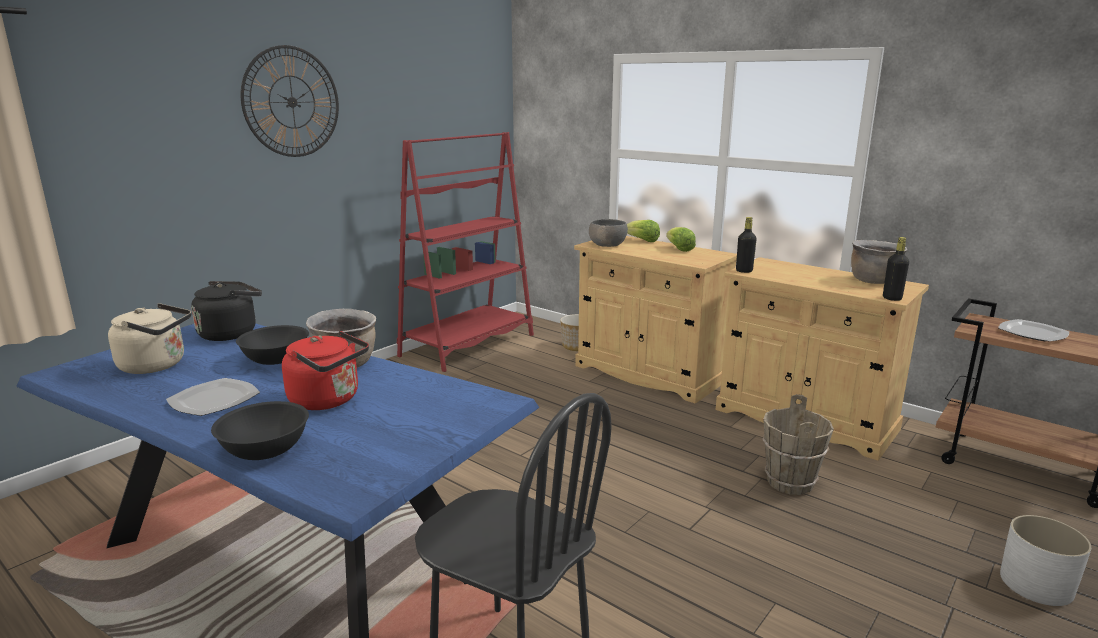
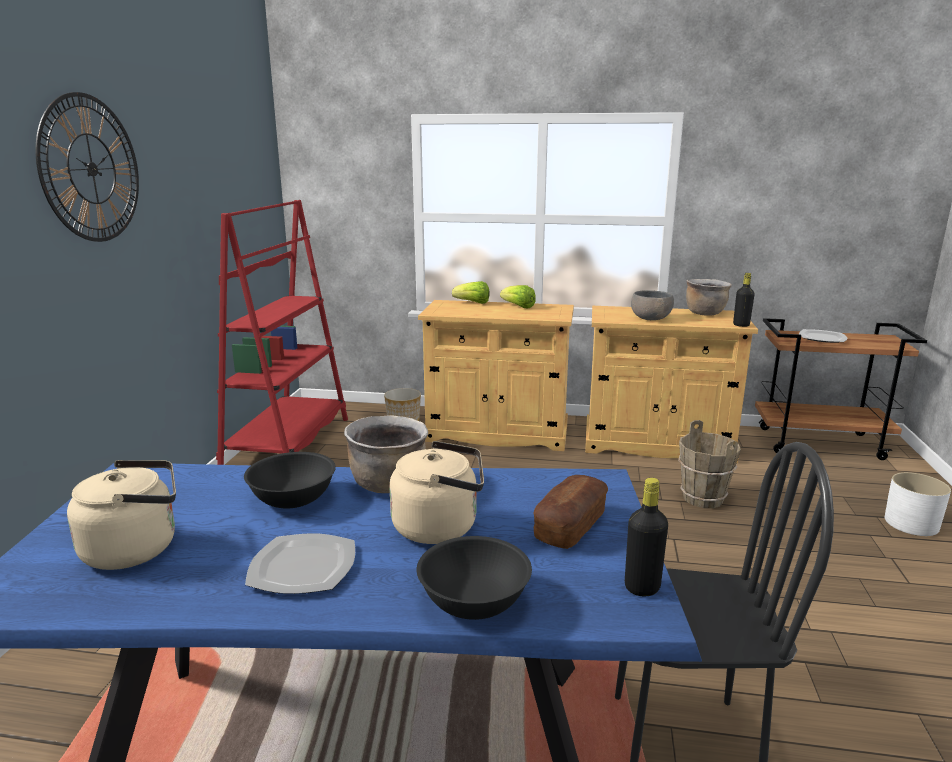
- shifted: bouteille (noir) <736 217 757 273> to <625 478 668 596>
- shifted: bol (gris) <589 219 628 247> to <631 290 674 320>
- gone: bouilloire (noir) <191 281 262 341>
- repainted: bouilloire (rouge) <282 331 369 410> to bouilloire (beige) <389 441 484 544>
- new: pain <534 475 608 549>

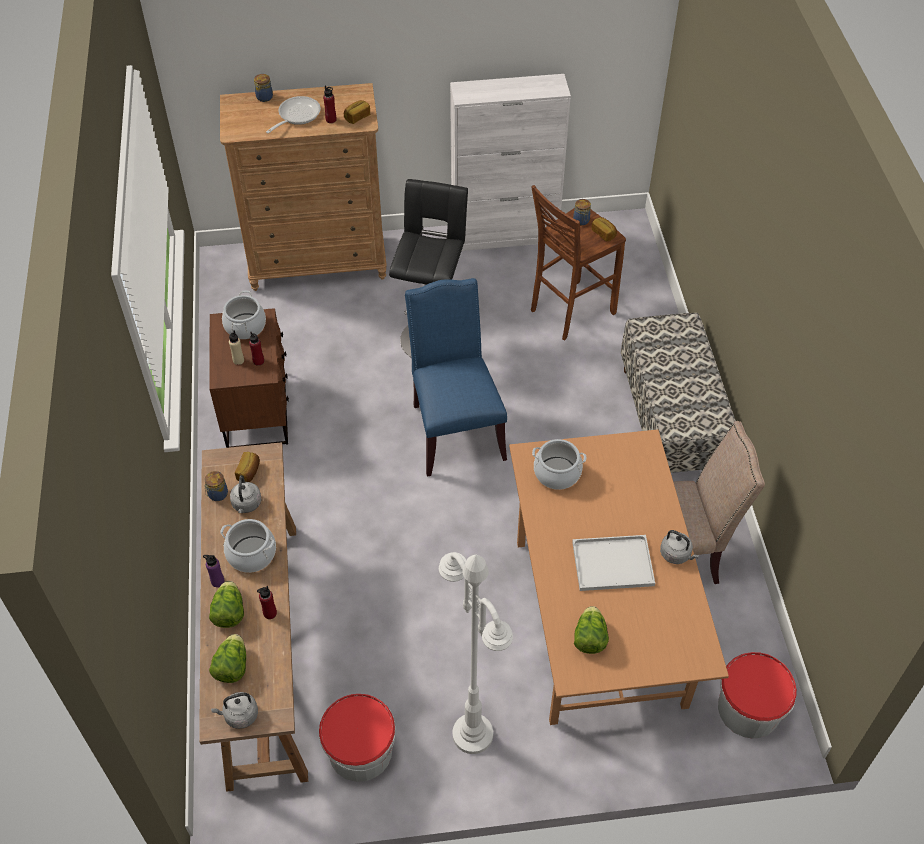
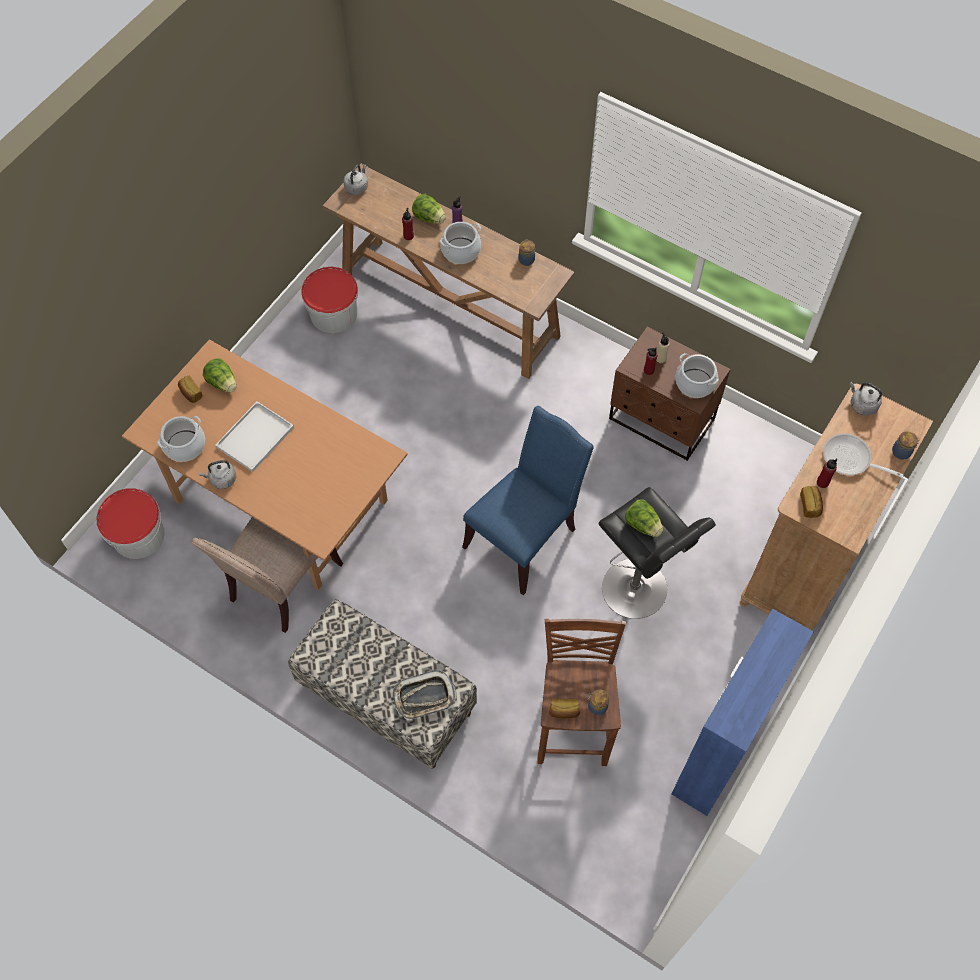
- repainted: meuble de rangement (blanc) <450 74 571 251> to meuble de rangement (bleu) <671 609 814 816>
- rotated: poêle <266 96 321 133> = <823 433 903 478> 135 degrees clockwise
- rotated: chaise (bleu) <405 278 507 477> = <462 406 594 595> 75 degrees counterclockwise
- shifted: marmite <532 439 586 490> to <157 416 205 462>
- shifted: pain <235 452 260 482> to <178 376 203 403>
- shifted: bouilloire (gris) <230 475 261 513> to <850 382 882 416>
- gone: lampadaire (blanc) <439 552 513 754>
- shifted: laitue <209 634 246 683> to <625 499 663 537>
- new: plateau <393 670 457 721>

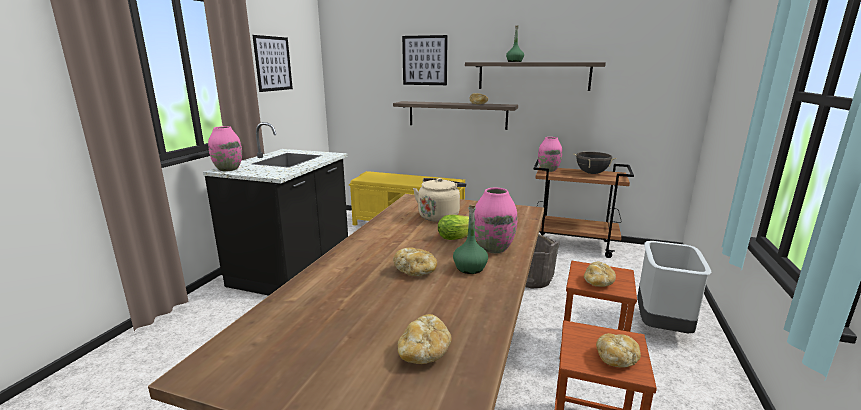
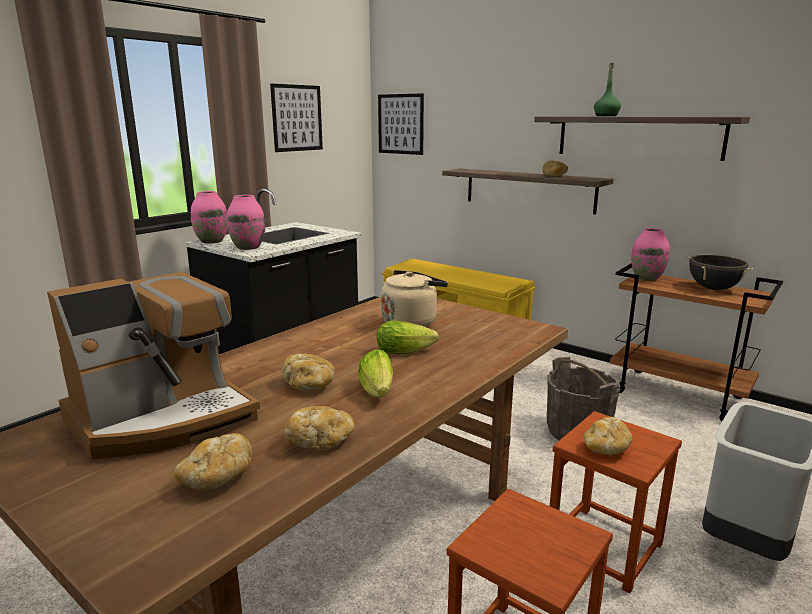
- shifted: tableau <402 35 448 85> to <378 93 424 155>
- shifted: vase (rose) <475 188 517 253> to <227 195 265 250>
- swapped: bouteille (vert) <453 205 488 274> to laitue <358 349 393 397>
- shifted: pain <596 333 641 368> to <284 406 355 450>
- new: machine à café <47 272 260 459>

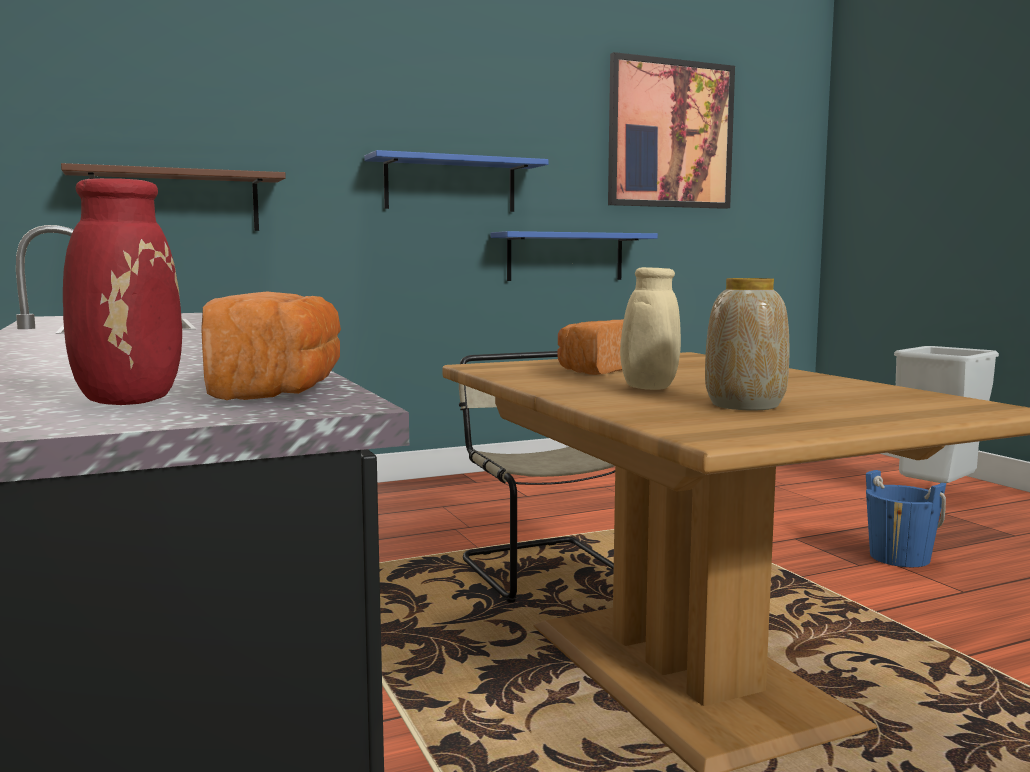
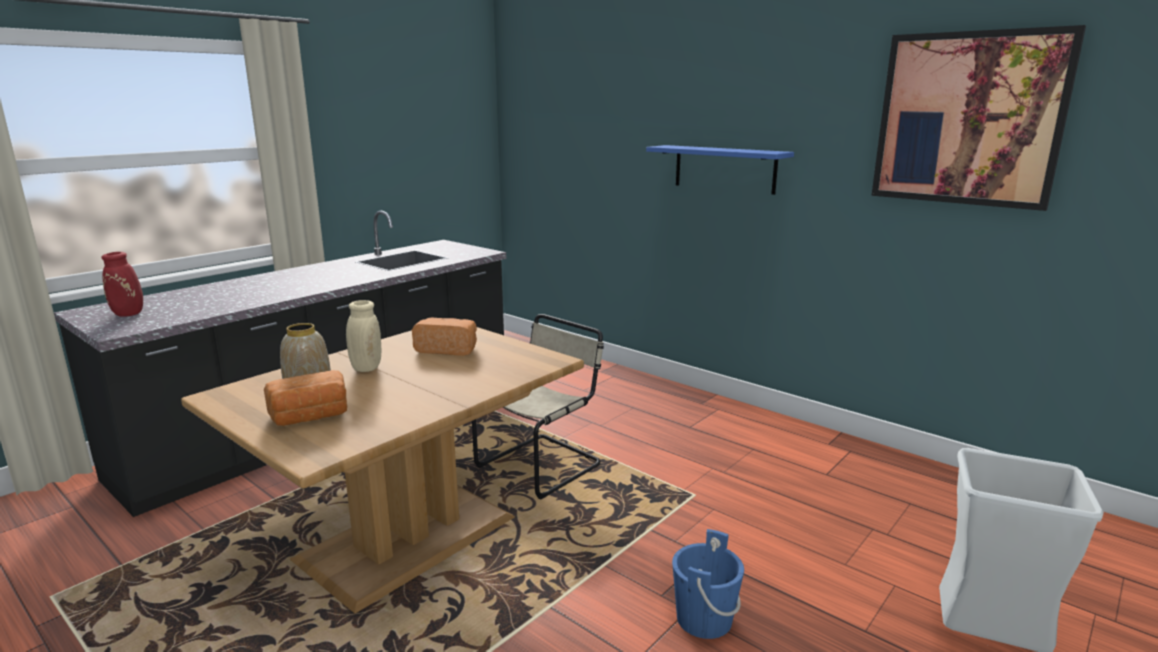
- gone: étagère (marron) <61 163 286 231>
- gone: étagère (bleu) <490 231 658 281>
- shifted: pain <201 292 341 400> to <264 370 347 426>

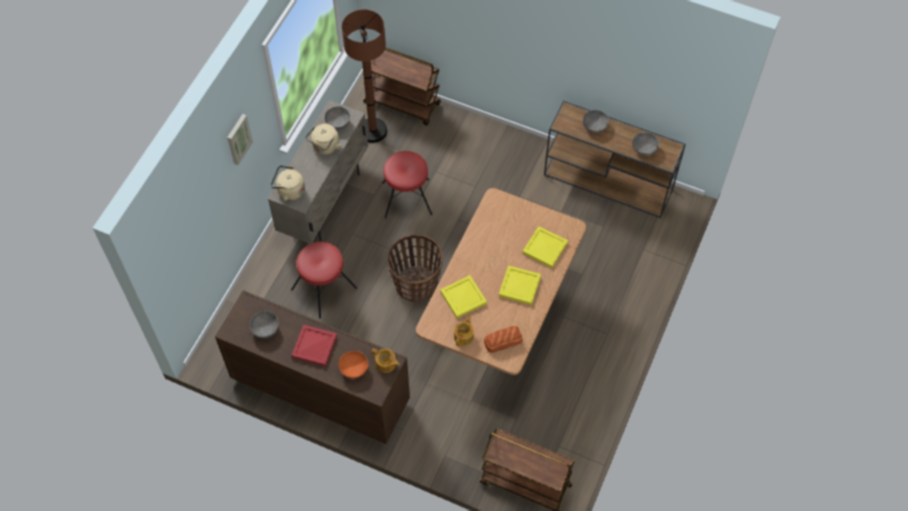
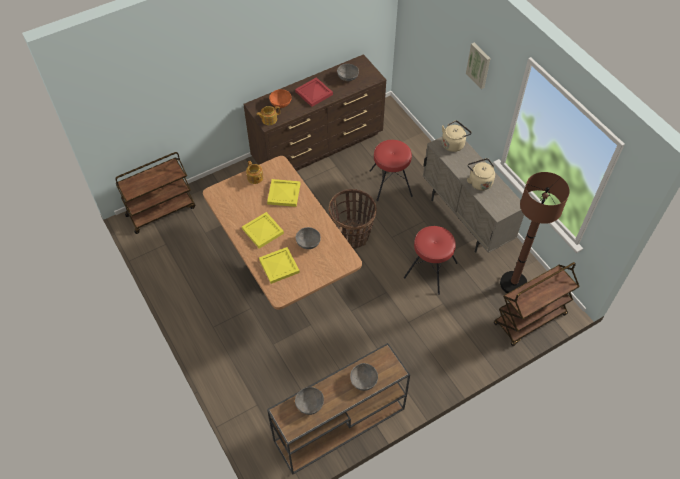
- shifted: bol (gris) <324 106 350 130> to <296 227 321 249>
- gone: pain <484 326 523 353>

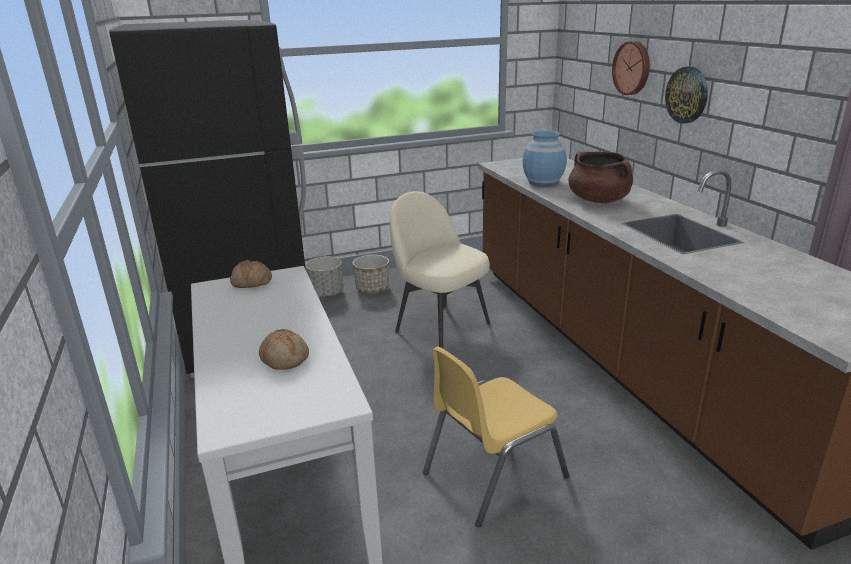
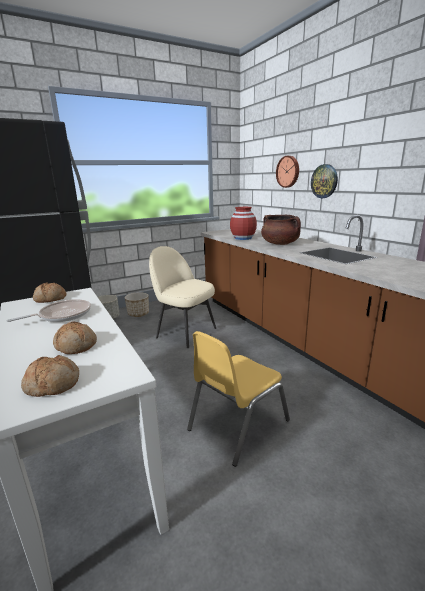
- repainted: vase (bleu) <522 131 567 187> to vase (rouge) <230 207 257 240>
- new: poêle <7 299 91 322>
- new: pain <21 355 79 397>

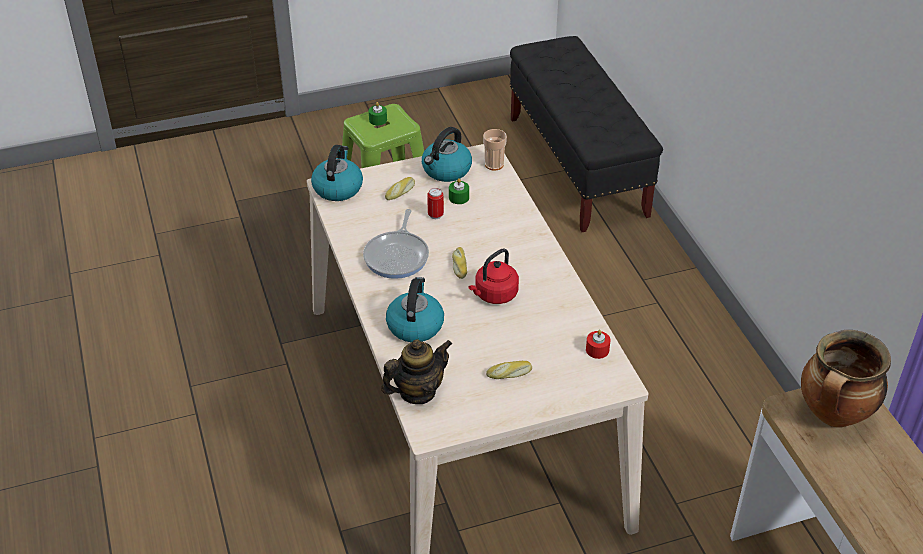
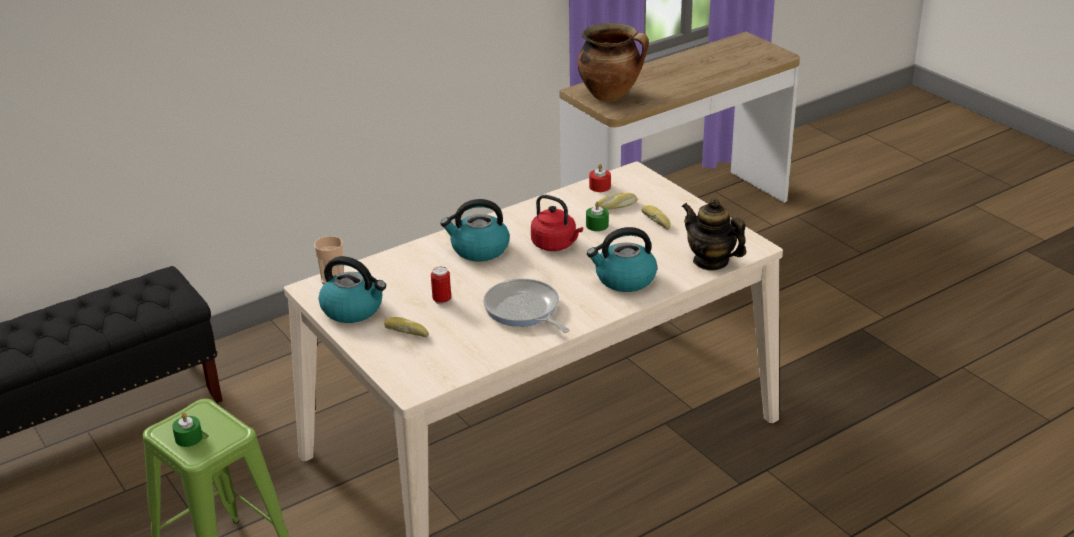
- shifted: bouilloire <311 145 363 201> to <440 199 510 261>
- shifted: bougie (vert) <449 178 469 204> to <586 202 609 231>
- rotated: poêle <363 209 429 279> = <483 279 570 333> 120 degrees counterclockwise
- shifted: pain <452 247 467 279> to <598 193 637 210>

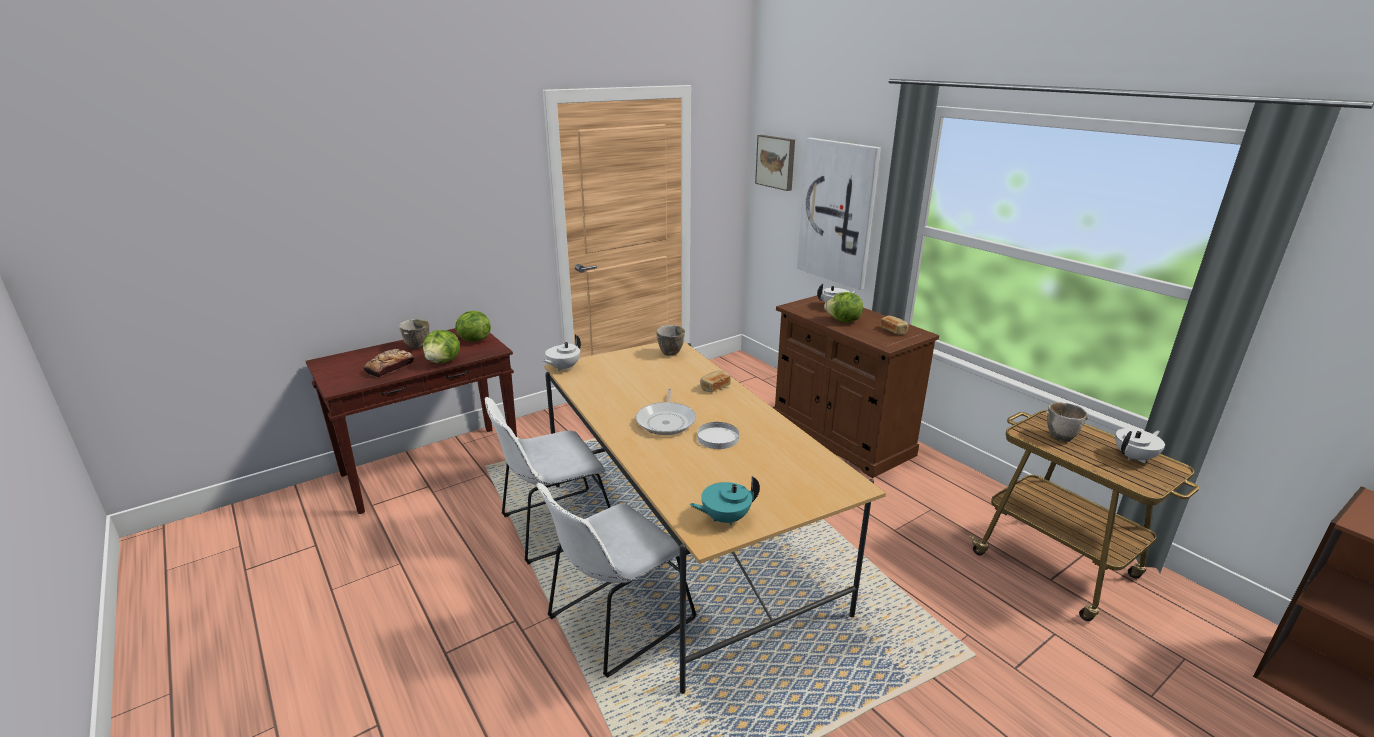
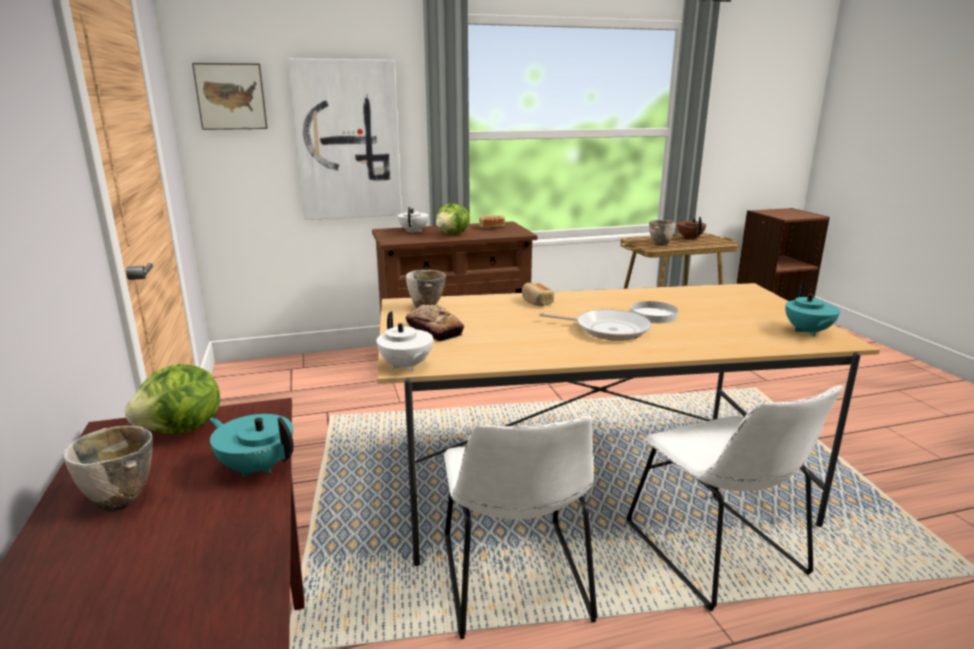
- swapped: laitue <423 330 460 363> to théière (turquoise) <210 414 294 477>
- shifted: pain <363 349 414 378> to <406 304 464 341>
- repainted: théière (blanc) <1115 428 1165 463> to théière (marron) <677 217 706 240>

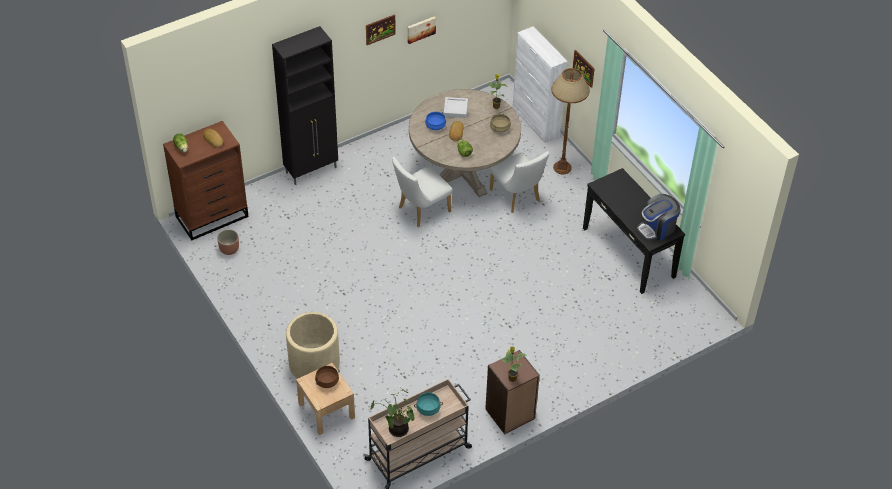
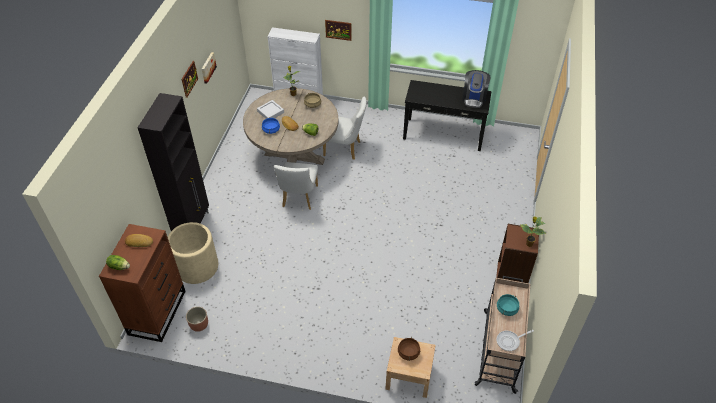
- gone: lampadaire (marron) <551 68 590 174>
- shifted: cache-pot (beige) <286 312 340 379> to <168 222 218 284>
- swapped: plante en pot <370 388 415 437> to poêle <497 330 534 351>

